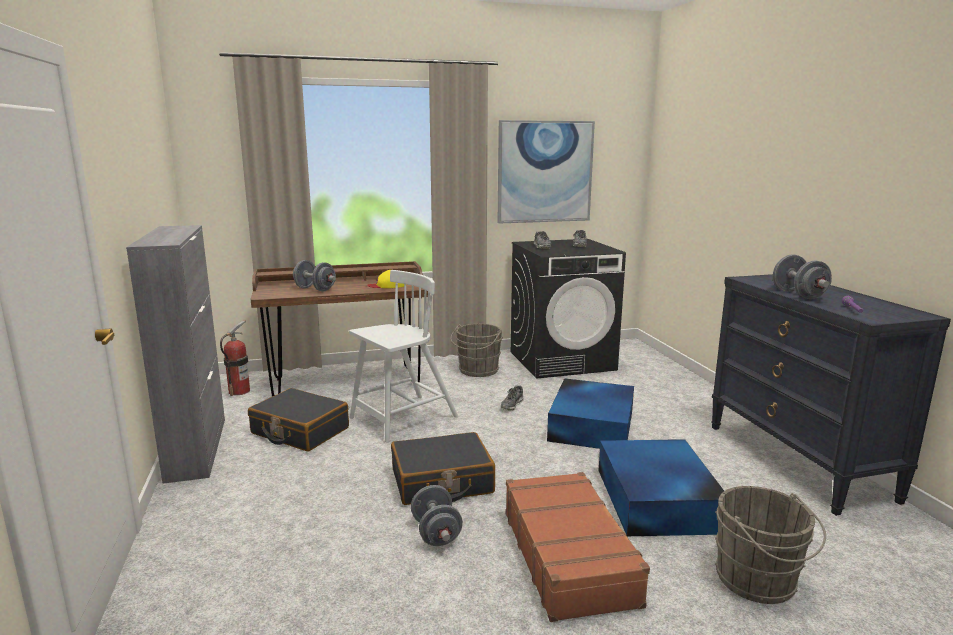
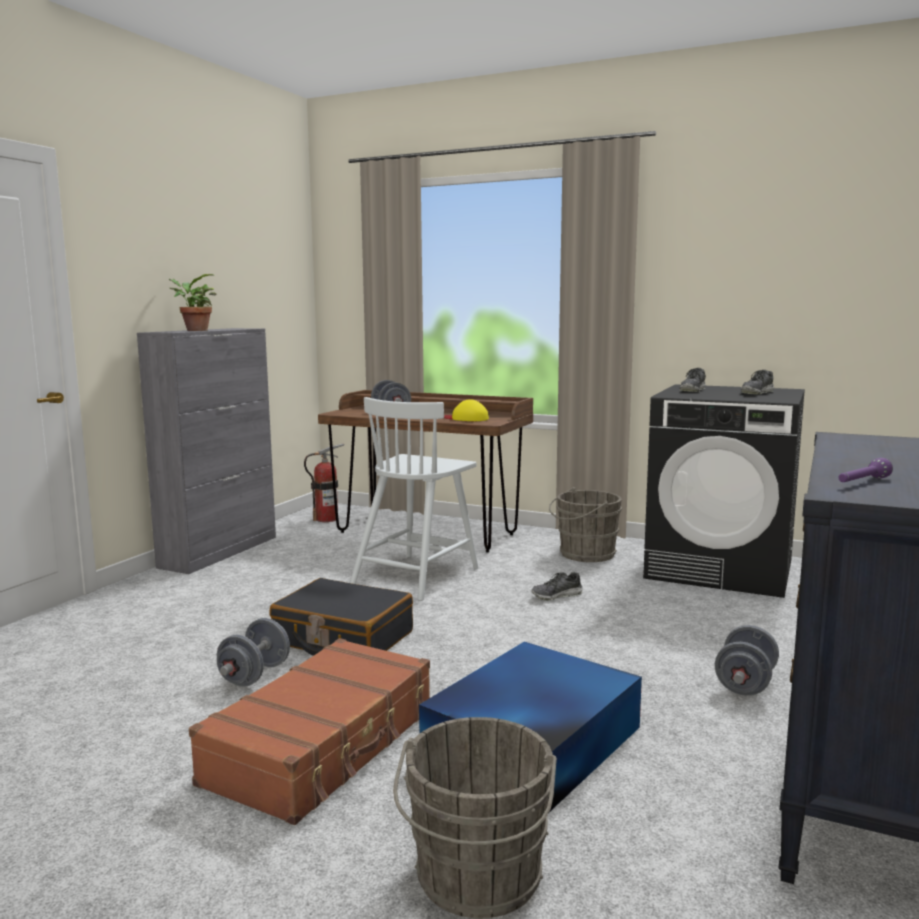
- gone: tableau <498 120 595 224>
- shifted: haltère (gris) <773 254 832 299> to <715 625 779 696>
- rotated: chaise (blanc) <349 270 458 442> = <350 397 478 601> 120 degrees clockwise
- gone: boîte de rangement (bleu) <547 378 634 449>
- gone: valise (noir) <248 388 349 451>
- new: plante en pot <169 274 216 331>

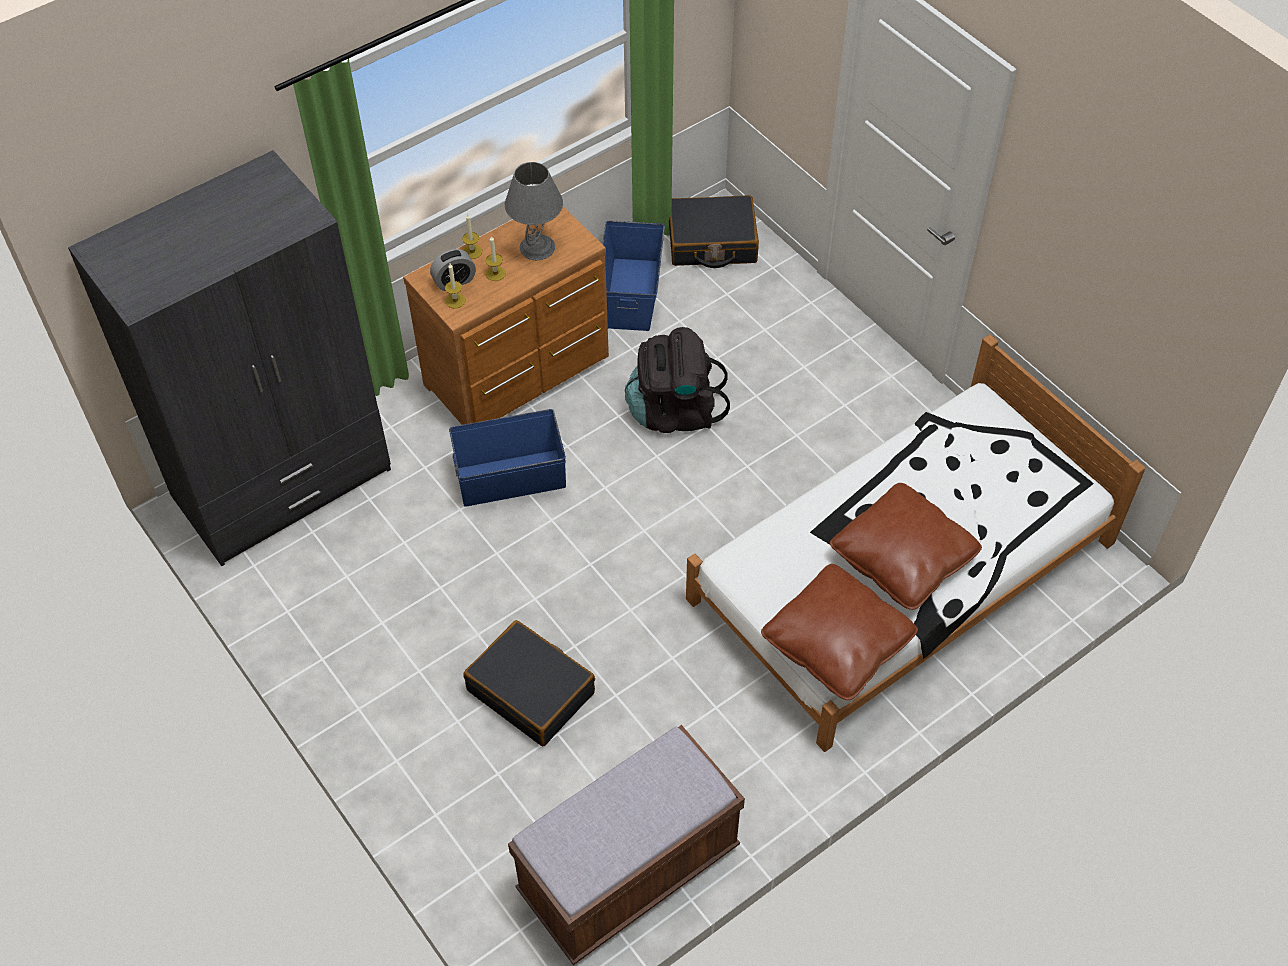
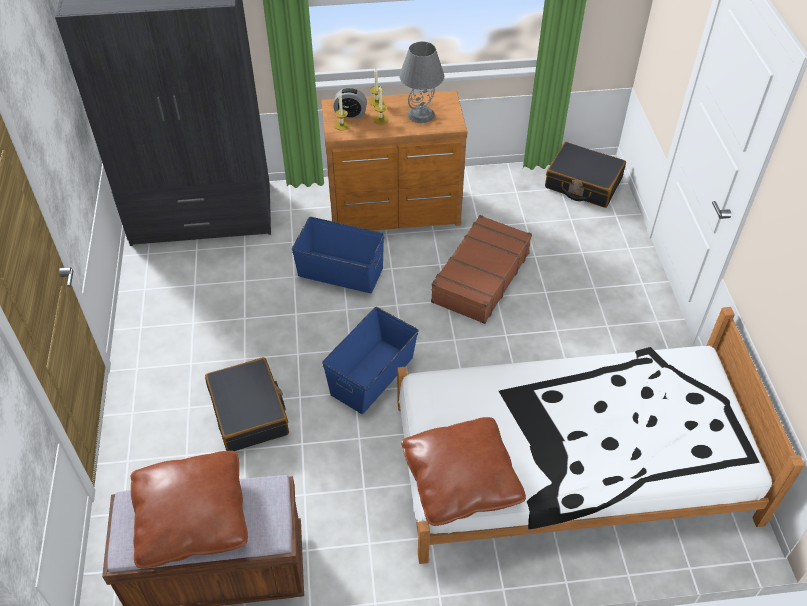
- shifted: boîte de rangement (bleu) <602 220 665 331> to <322 307 419 414>
- swapped: sac à dos (noir) <625 327 730 433> to valise (marron) <431 215 532 324>
- shifted: coussin (marron) <830 483 982 610> to <131 451 248 568>

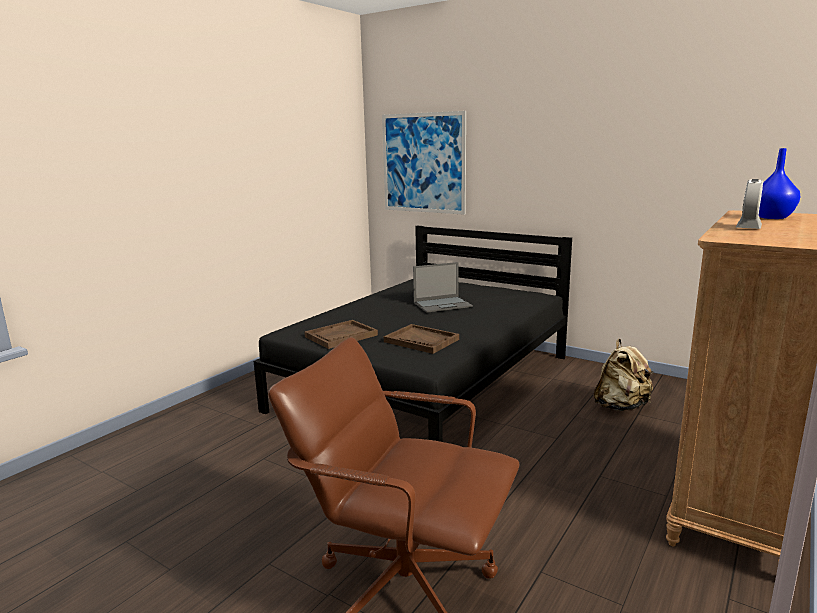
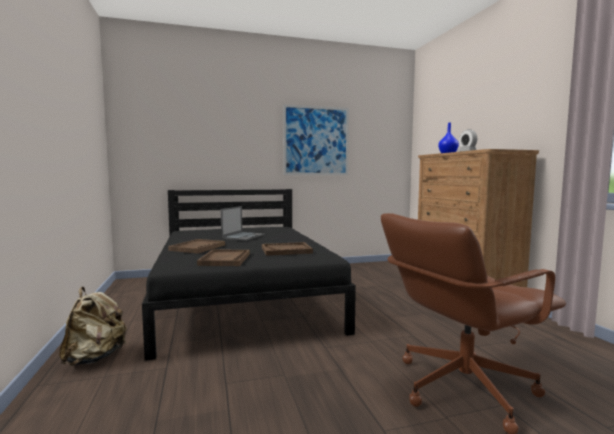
- shifted: tableau <382 111 466 215> to <283 104 349 175>
- shifted: sac à dos (beige) <594 339 653 411> to <59 287 127 366>
- new: plateau (marron) <168 239 225 254>

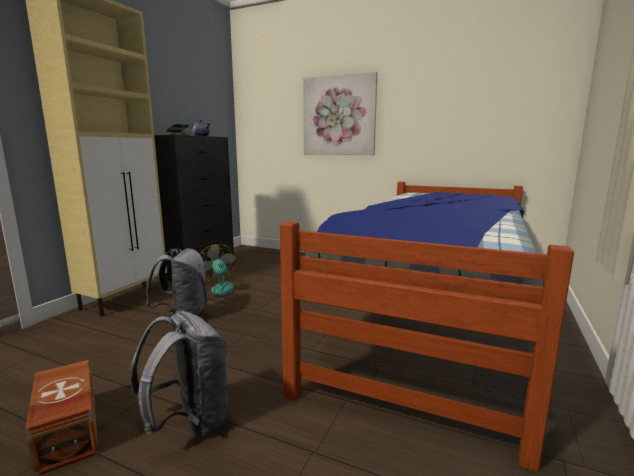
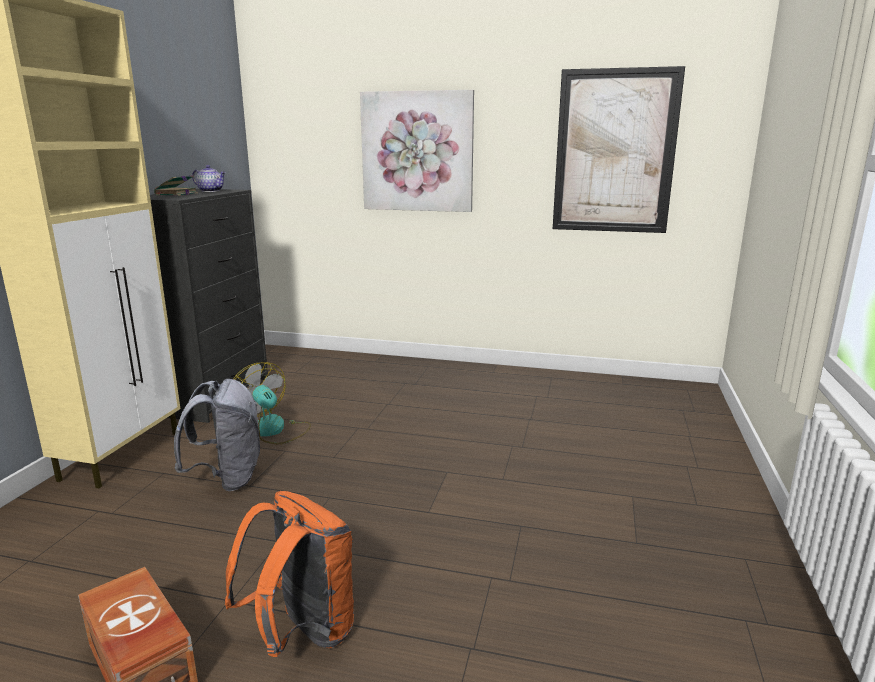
- gone: lit <280 182 574 472>
- repainted: sac à dos (gris) <130 311 229 437> to sac à dos (orange) <225 491 354 657>
- new: tableau <553 66 685 233>

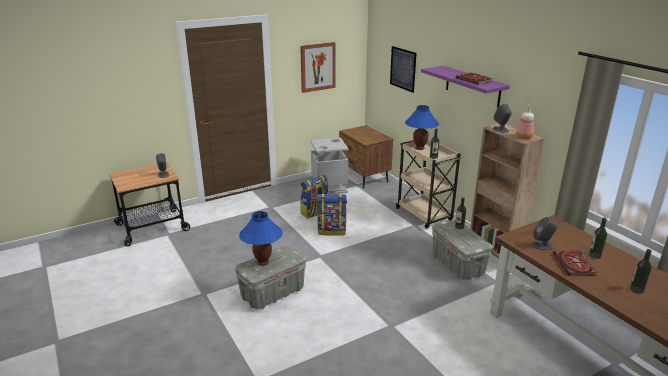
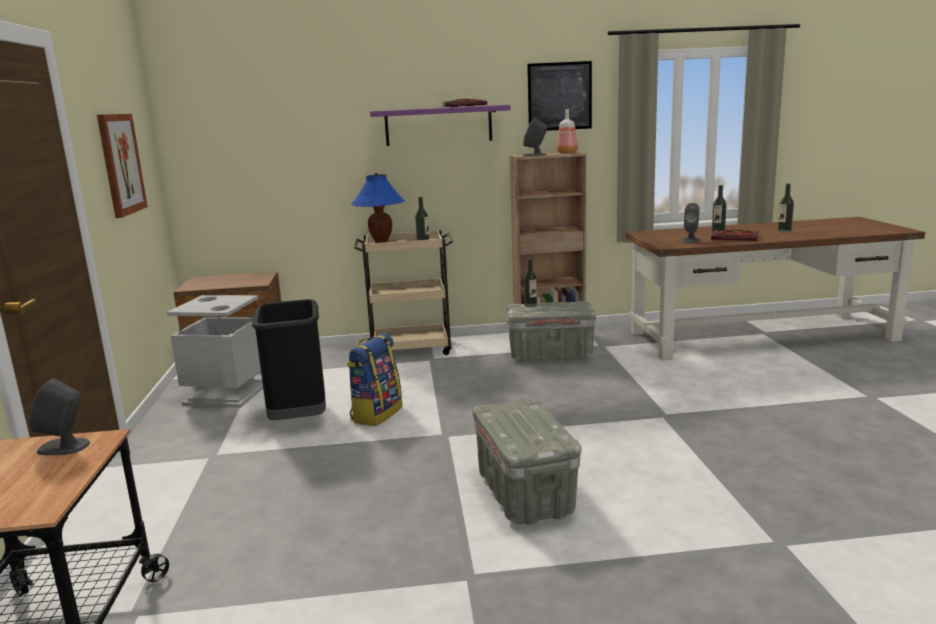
- shifted: tableau <390 46 417 93> to <527 61 592 131>
- swapped: sac à dos <300 175 329 219> to poubelle (noir) <252 299 326 420>
- gone: lampe de table (bleu) <239 211 283 266>

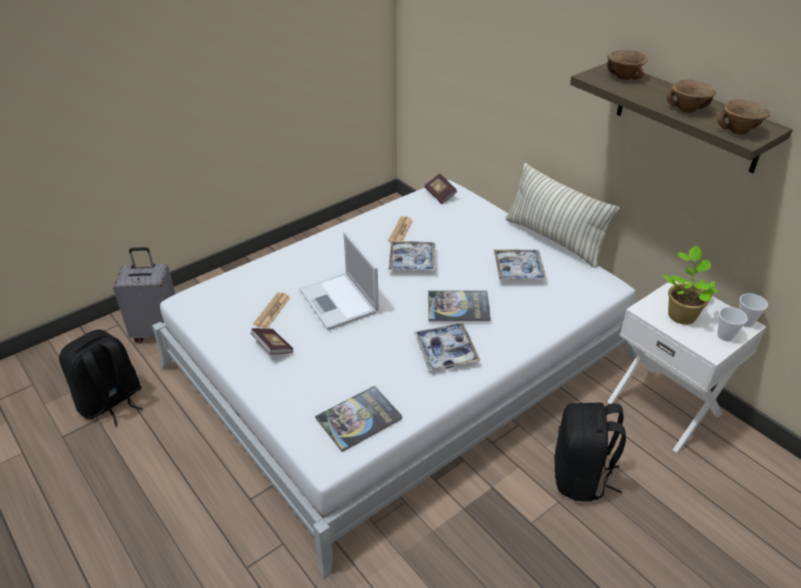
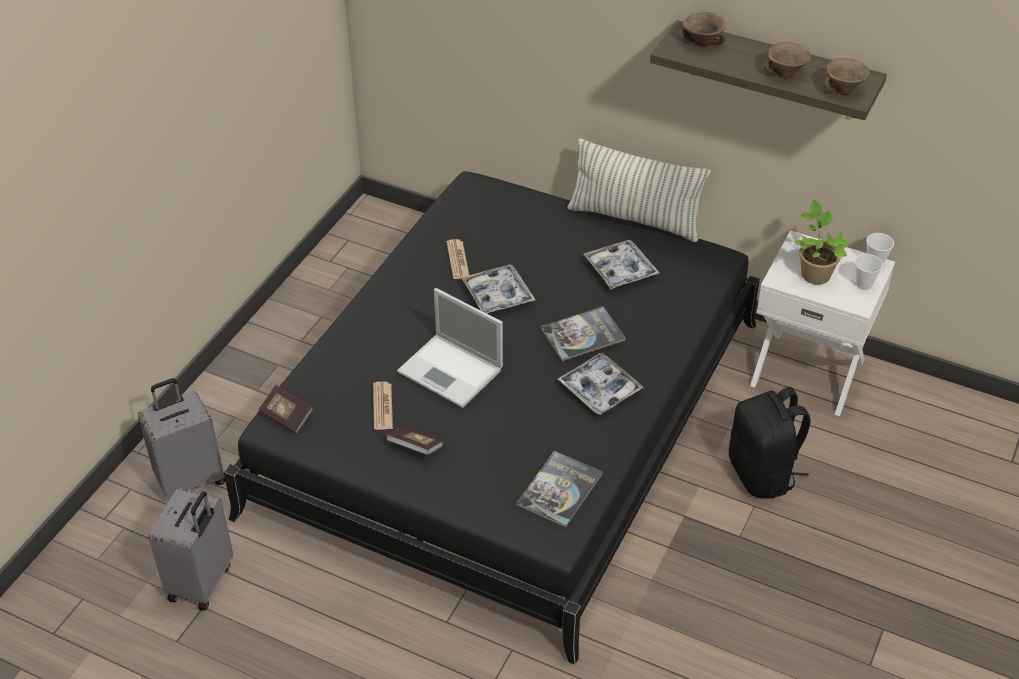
- shifted: livre <424 174 458 204> to <259 385 313 434>
- repainted: lit (blanc) <152 180 637 579> to lit (noir) <223 171 760 665>
- swapped: sac à dos (noir) <59 329 143 427> to valise (gris) <149 487 233 611>

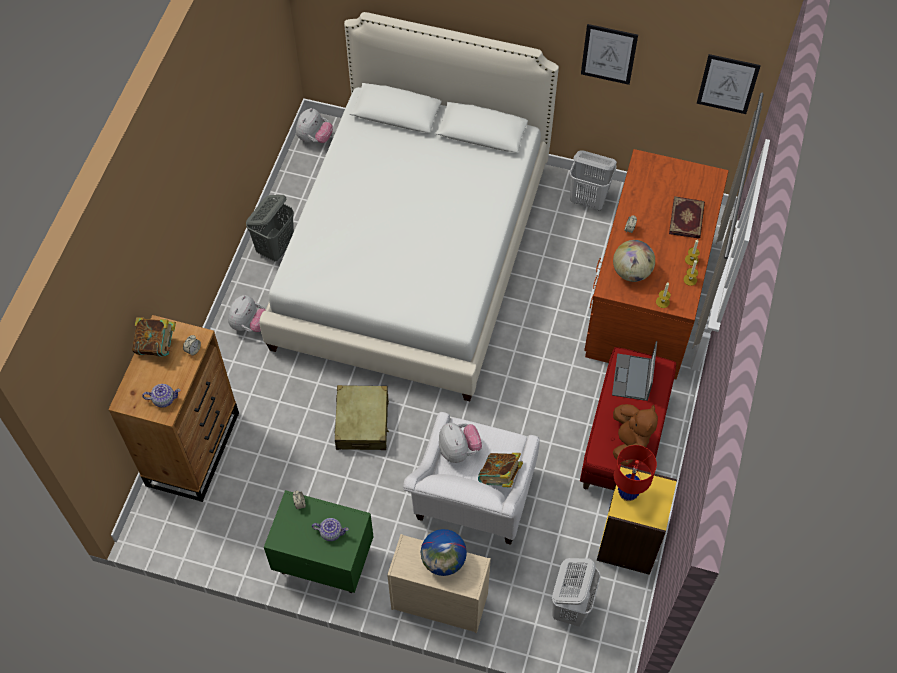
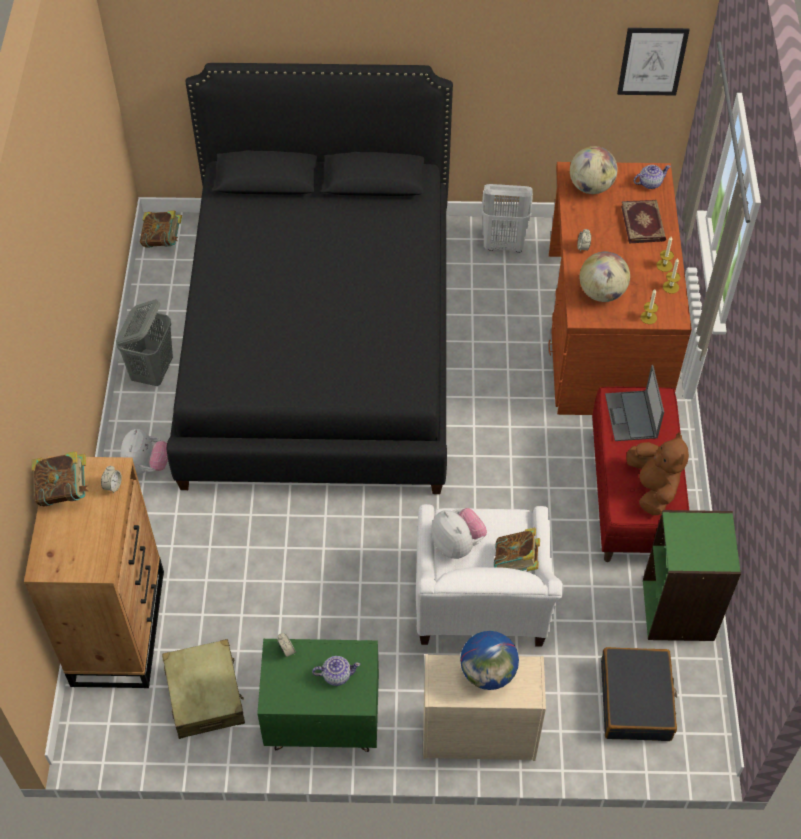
- repainted: lit (blanc) <259 12 559 401> to lit (noir) <167 63 453 494>
- gone: tableau <581 24 638 85>
- swapped: peluche <296 108 333 143> to livre <140 210 182 248>
- shifted: théière <142 384 181 408> to <634 165 671 189>
- shifted: valise (beige) <334 385 389 450> to <162 639 245 739>
- gone: lampe de table (rouge) <614 445 657 501>
- repainted: bibliothèque (jaune) <597 465 677 575> to bibliothèque (vert) <643 510 741 641>
- swapped: panier à linge (blanc) <552 558 601 627> to valise (noir) <601 647 677 741>
- new: globe <570 146 617 194>

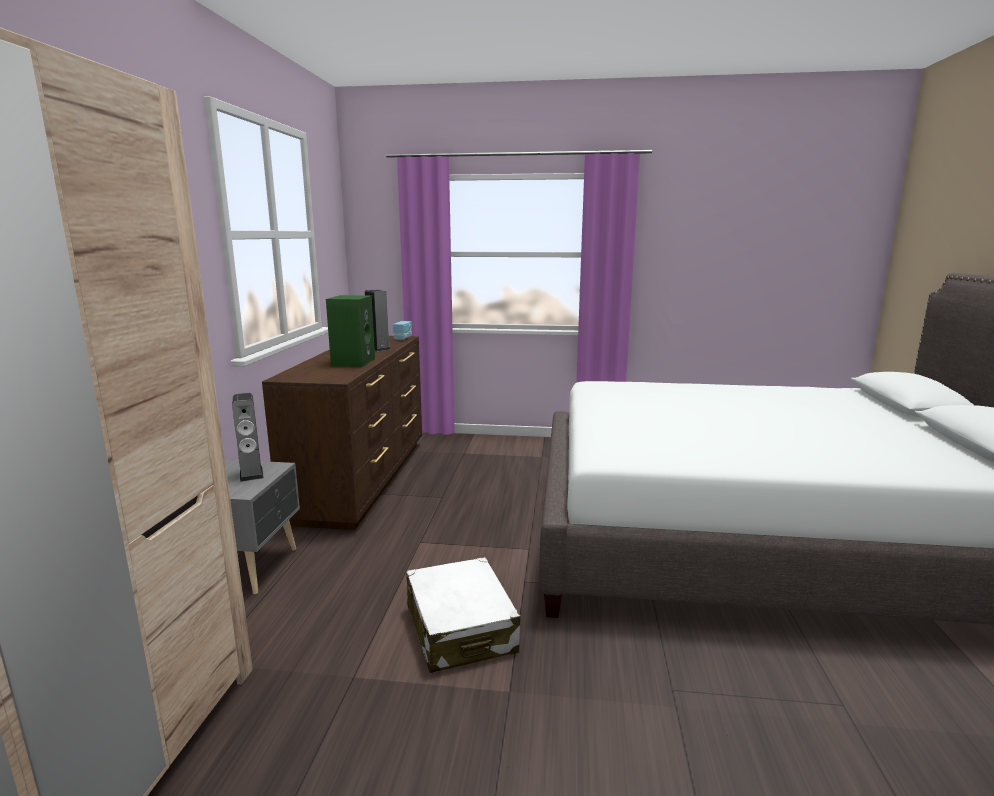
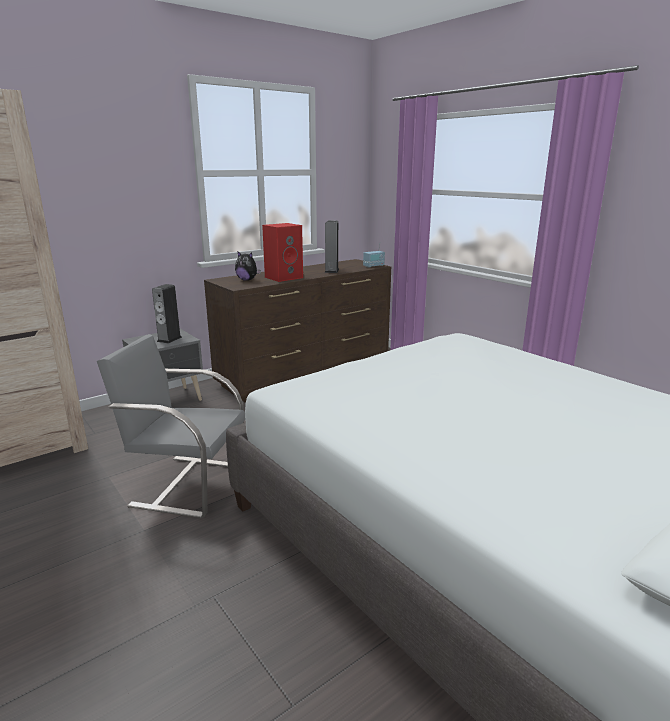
- repainted: enceinte (vert) <326 295 375 367> to enceinte (rouge) <262 223 303 282>
- swapped: valise (blanc) <406 557 520 673> to chaise (gris) <97 334 246 518>
- new: peluche <235 251 261 281>

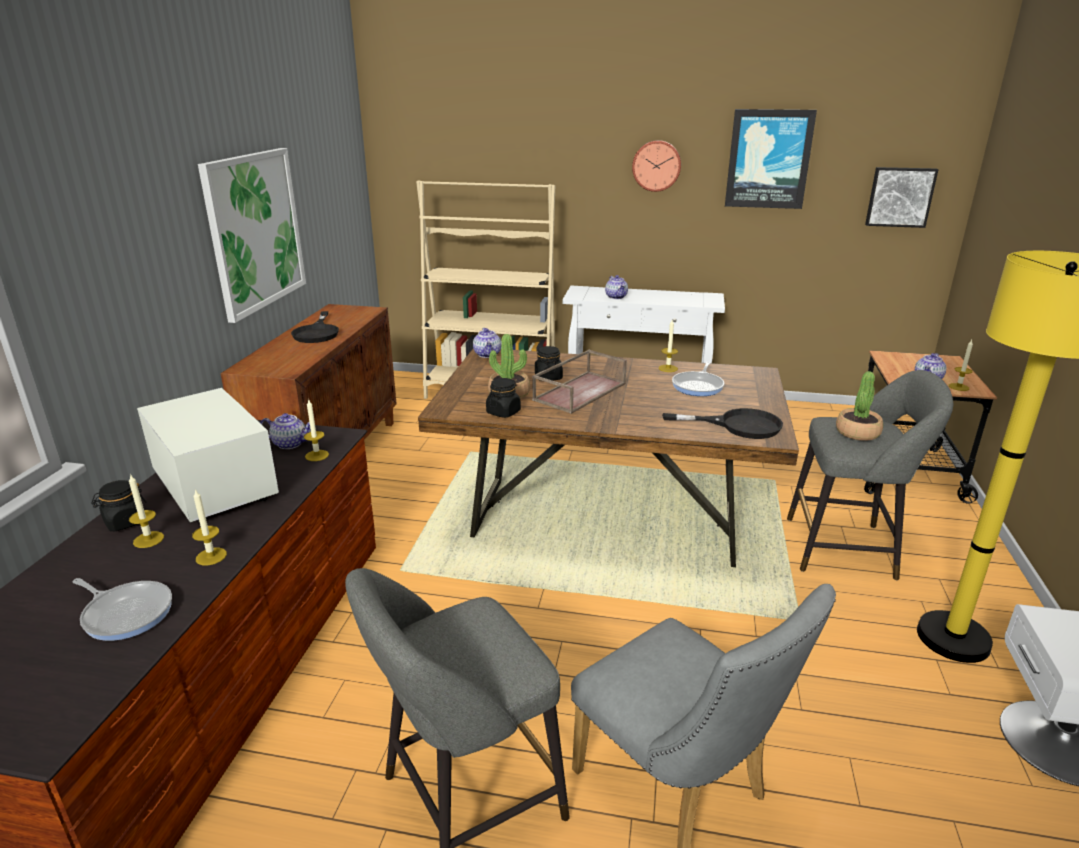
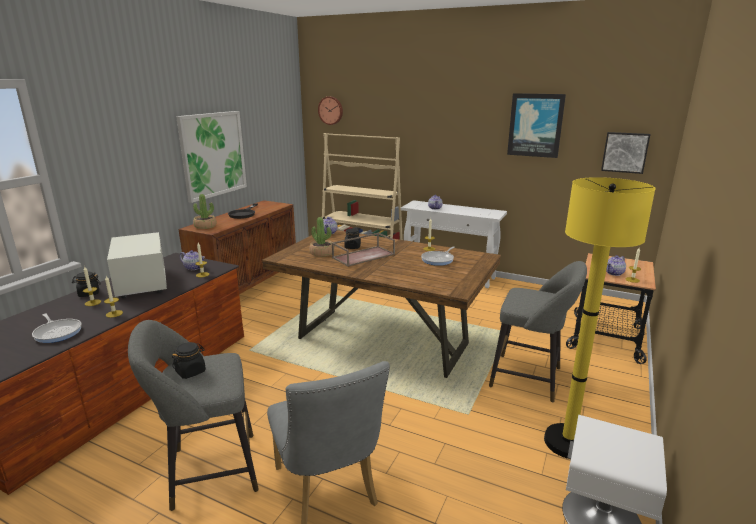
- shifted: horloge murale <632 140 681 192> to <318 96 343 125>
- shifted: plante en pot <836 371 883 441> to <193 194 217 229>
- shifted: bocal (noir) <486 378 521 418> to <172 342 206 379>
- gone: poêle (noir) <662 408 783 439>

